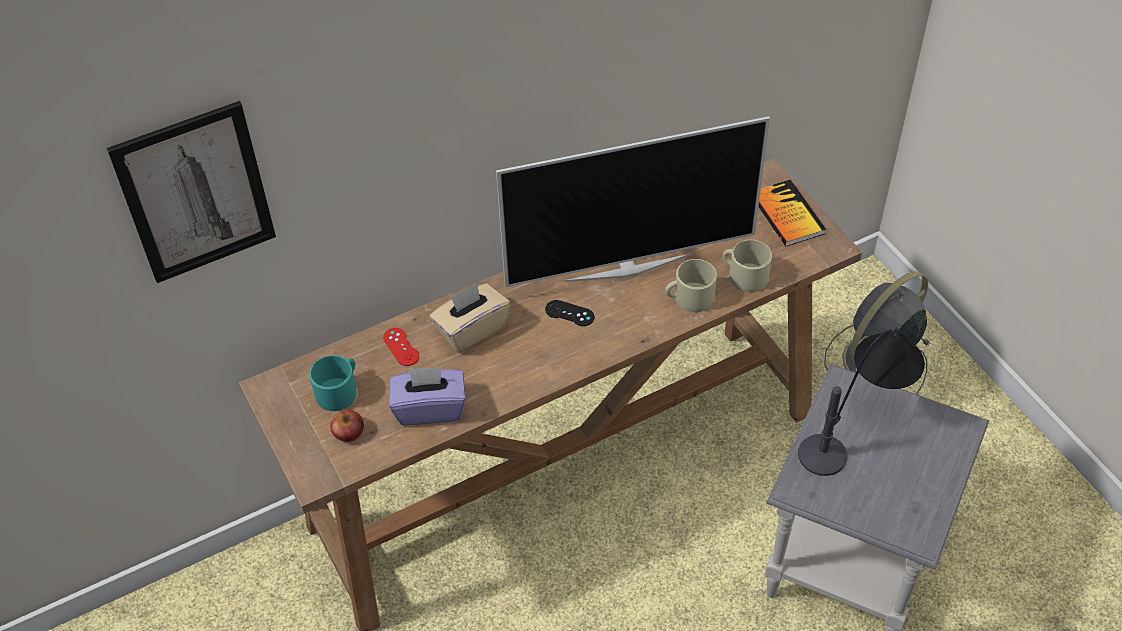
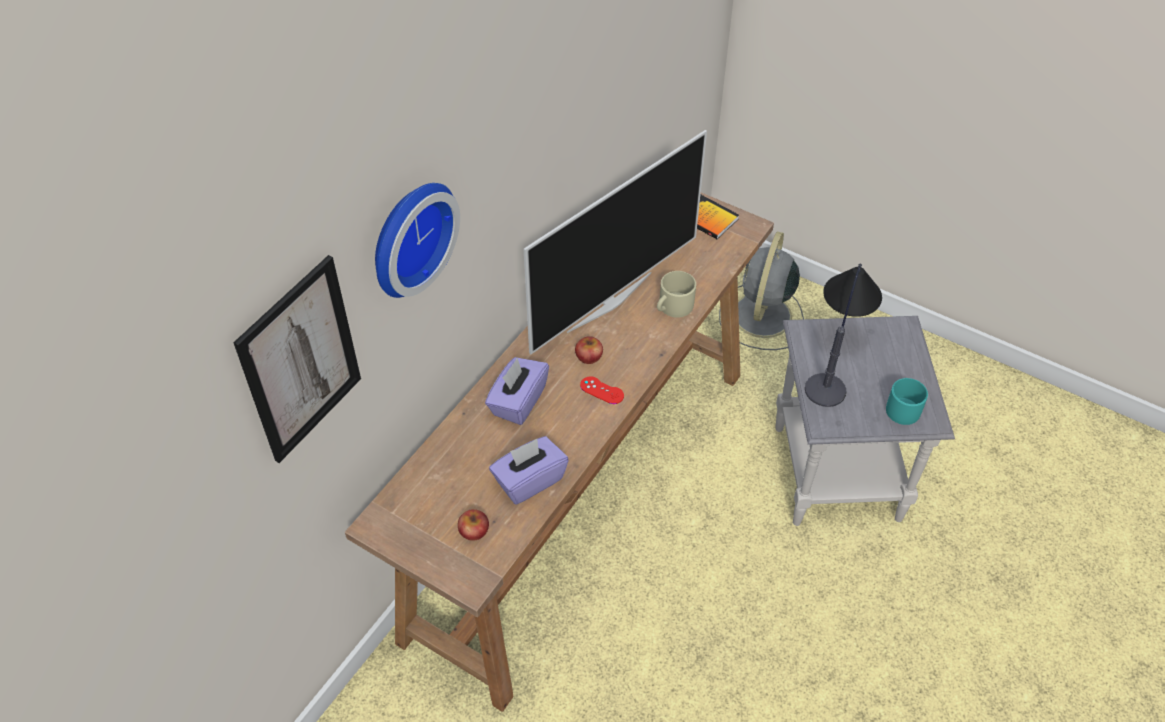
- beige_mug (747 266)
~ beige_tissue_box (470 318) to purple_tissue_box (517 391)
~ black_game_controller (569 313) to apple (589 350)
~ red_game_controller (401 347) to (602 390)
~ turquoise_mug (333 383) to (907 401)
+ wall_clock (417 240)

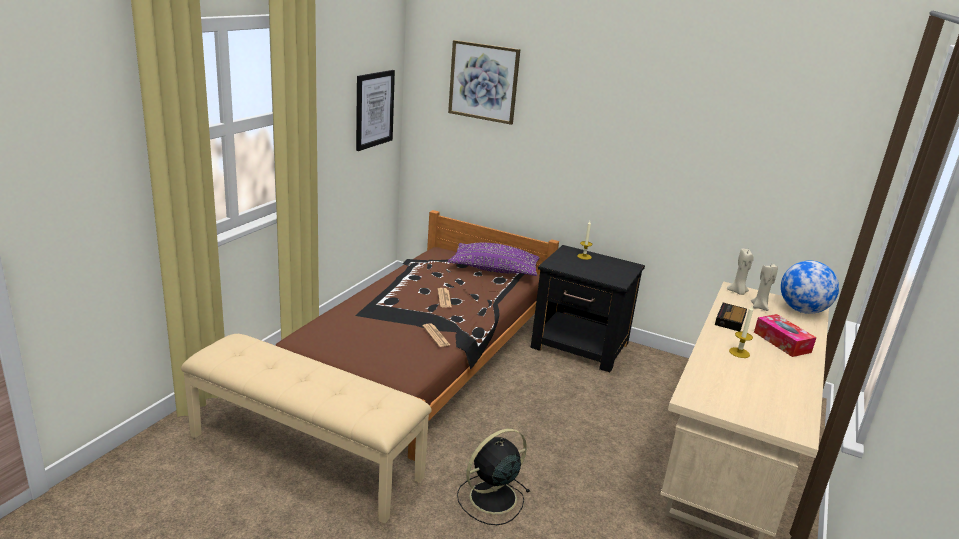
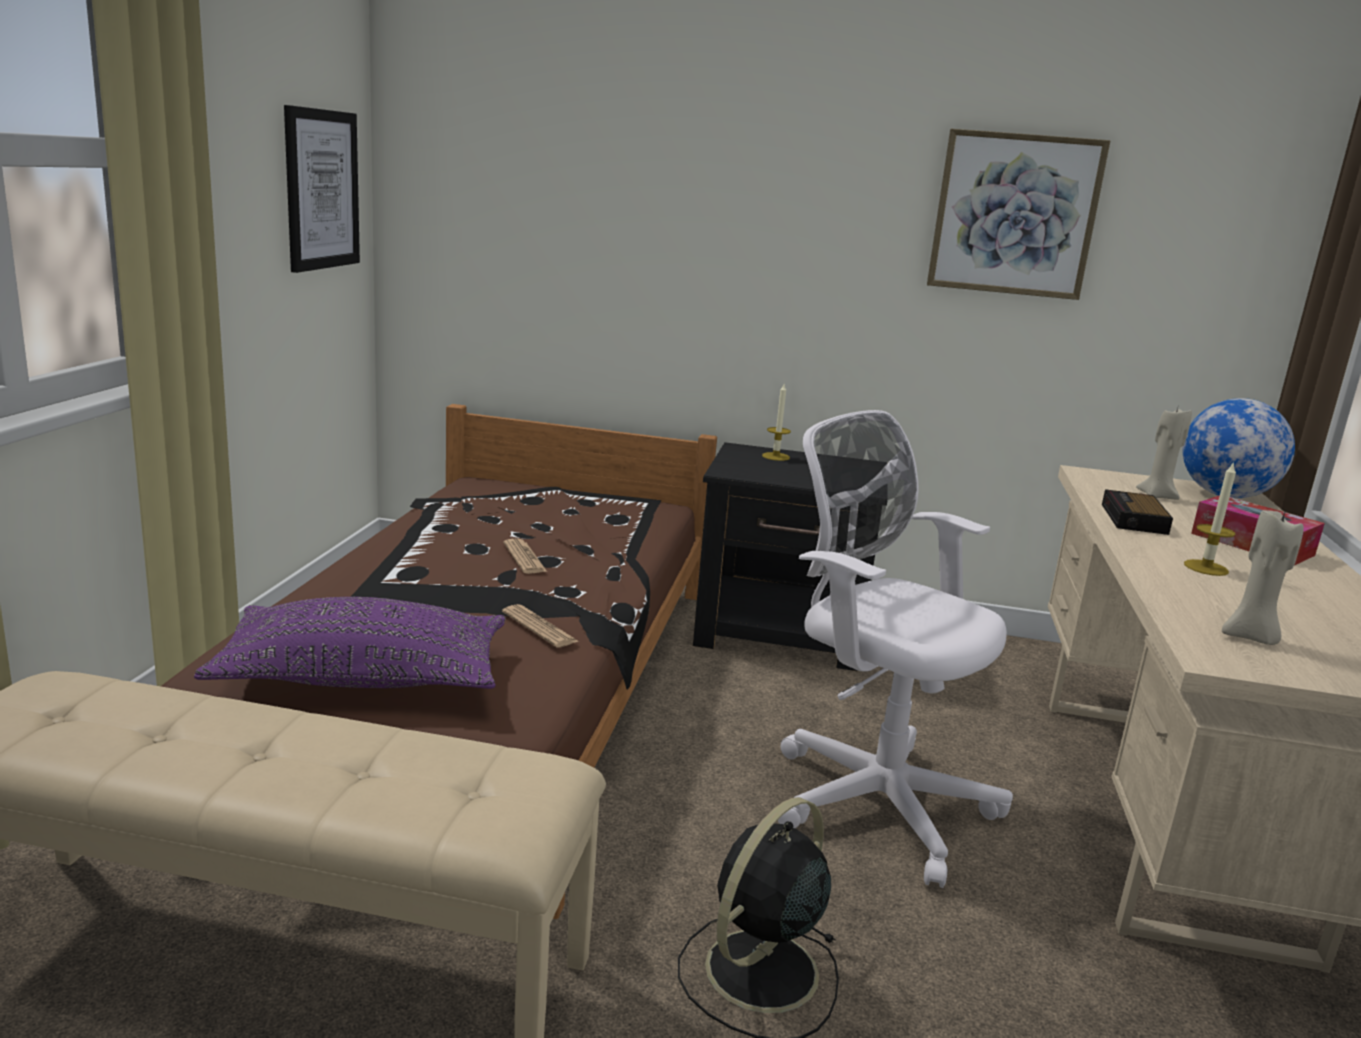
~ picture (484 82) to (1018 214)
~ purple_pillow (493 259) to (350 643)
~ beige_candle (740 272) to (1263 577)
+ white_office_chair (895 649)

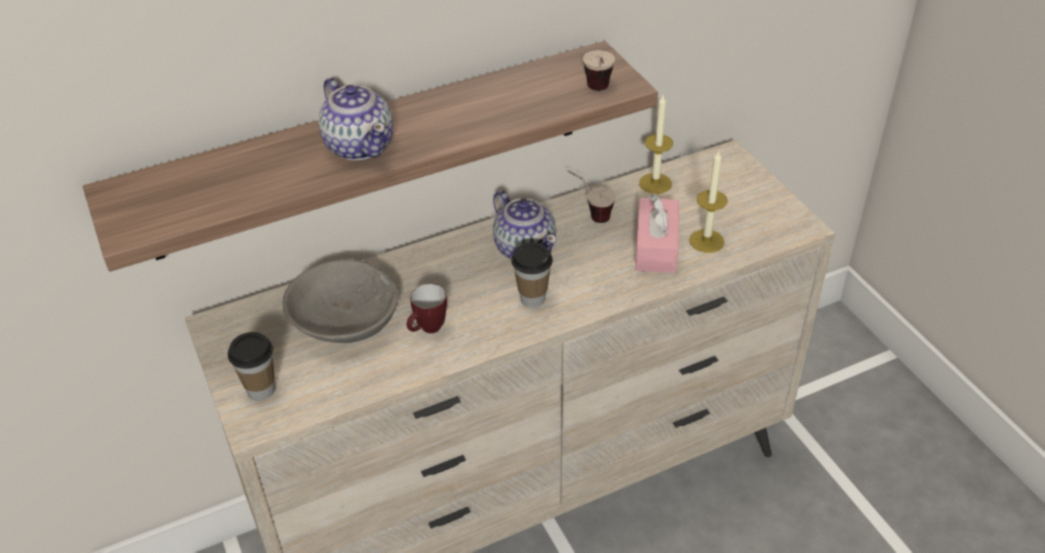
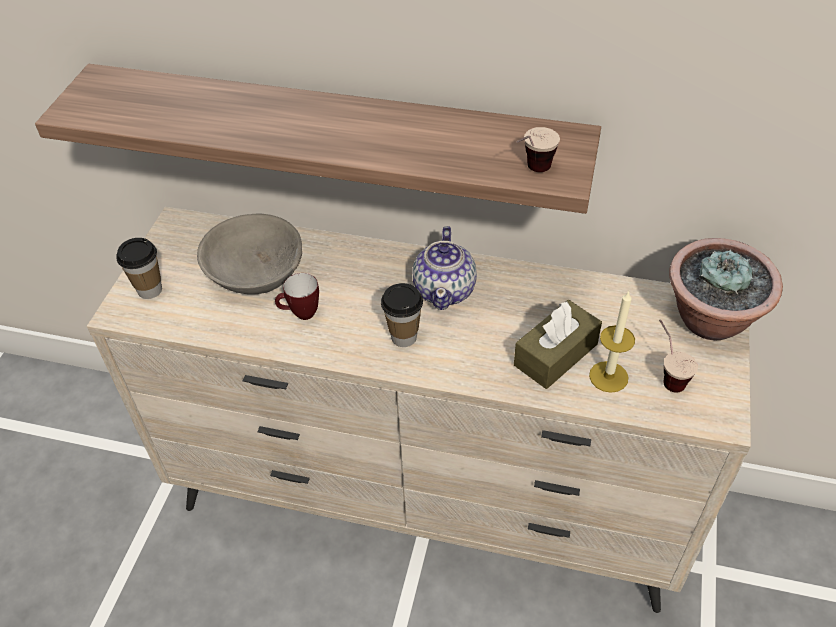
- teapot (355 118)
- candle (656 144)
~ cup (591 196) to (678 356)
~ pink_tissue_box (657 233) to brown_tissue_box (558 344)
+ potted_plant (726 289)

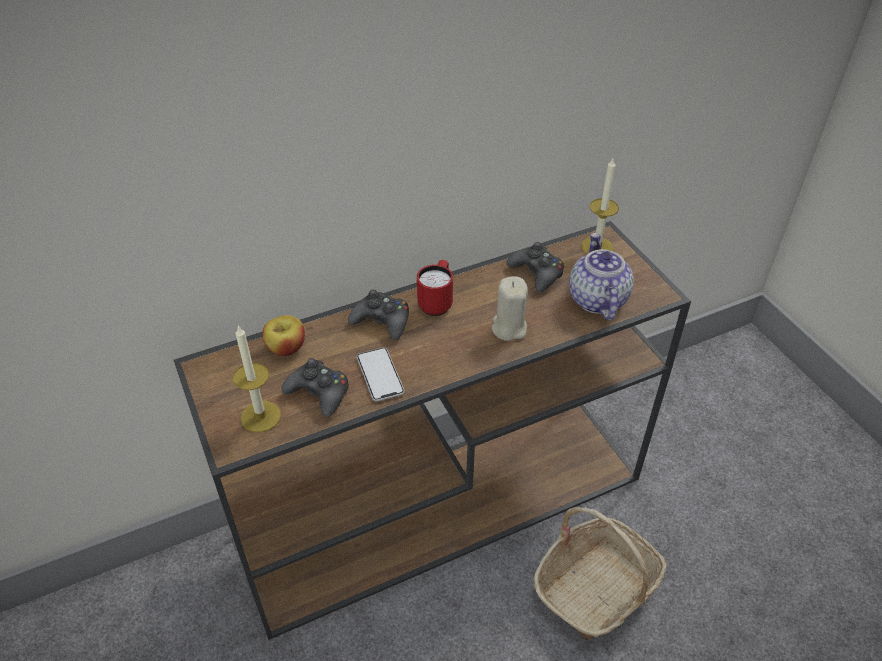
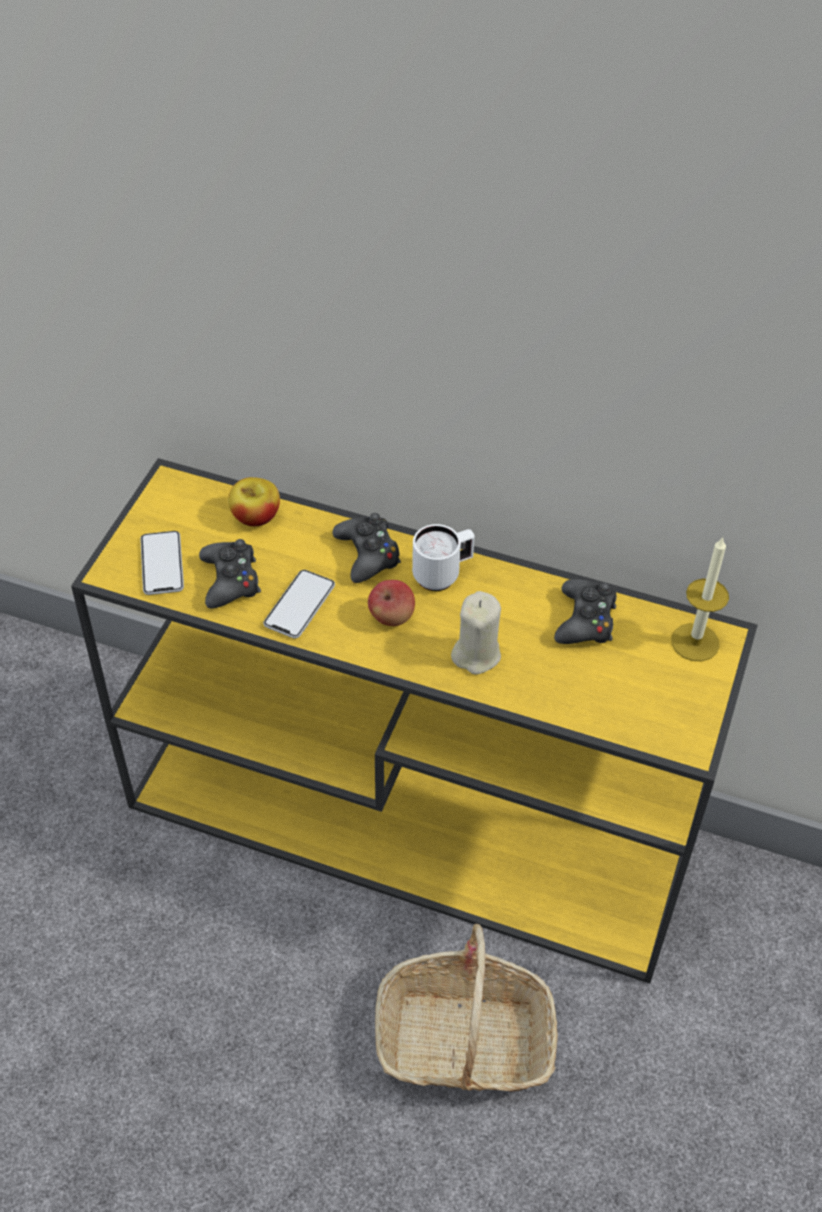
~ brown_console_table (432 430) to yellow_console_table (414 721)
- teapot (601 276)
~ red_mug (435 288) to white_mug (443 557)
~ candle (257 378) to phone (162 563)
+ apple (391 603)

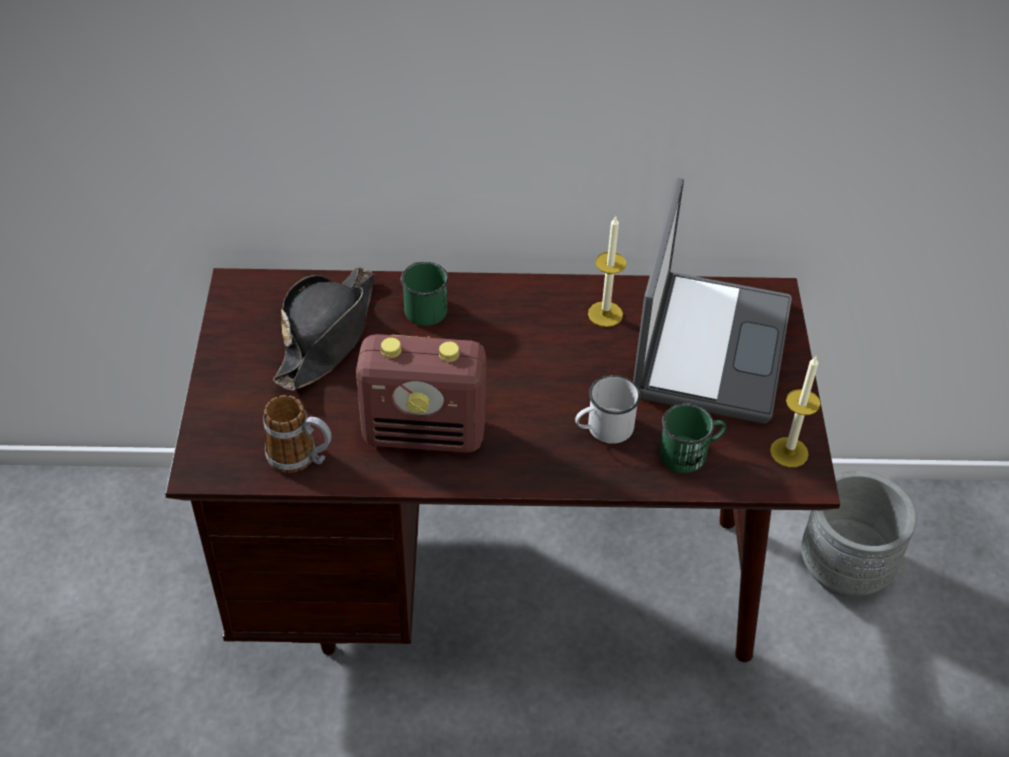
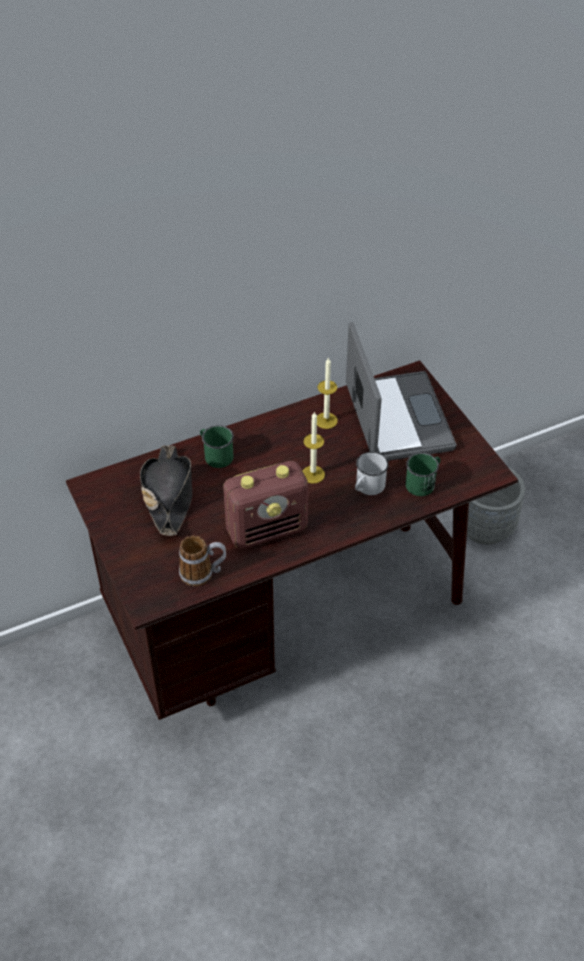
~ candle (795 411) to (313 447)

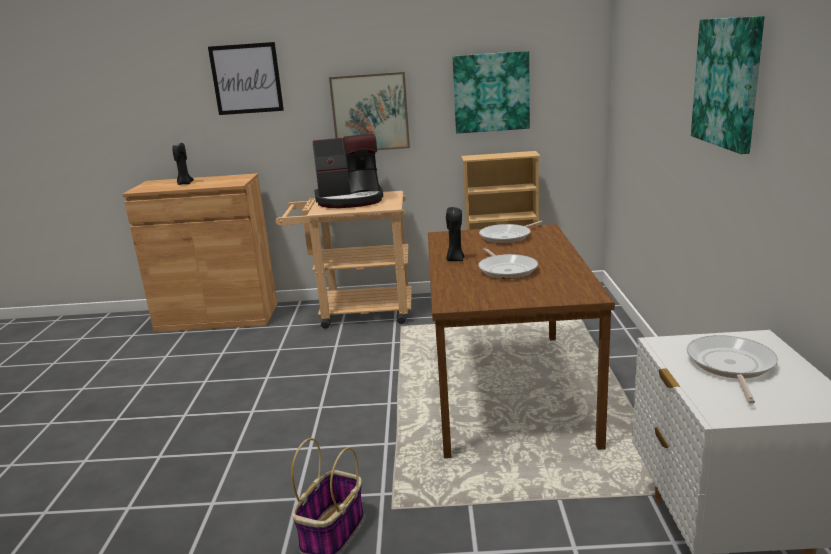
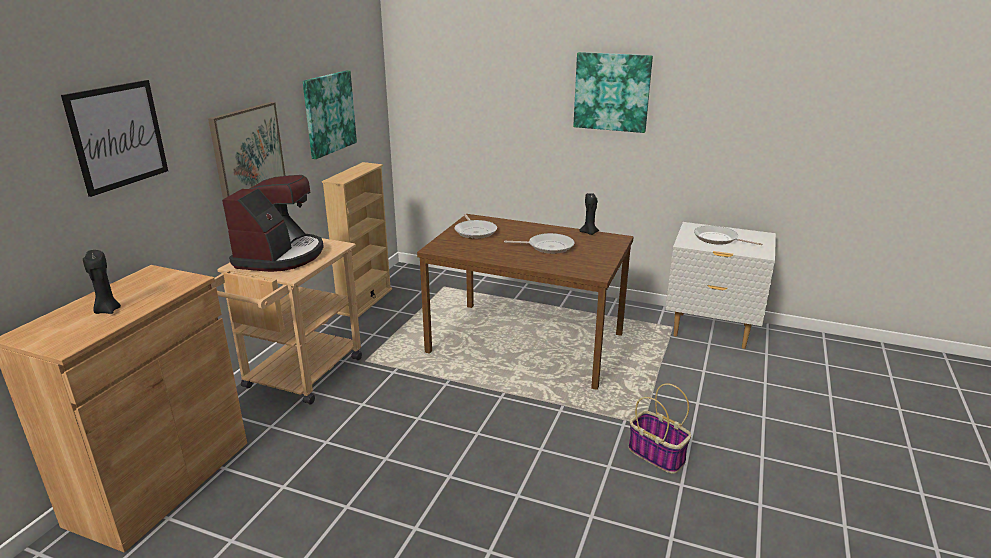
~ black_candle (455 234) to (589 214)

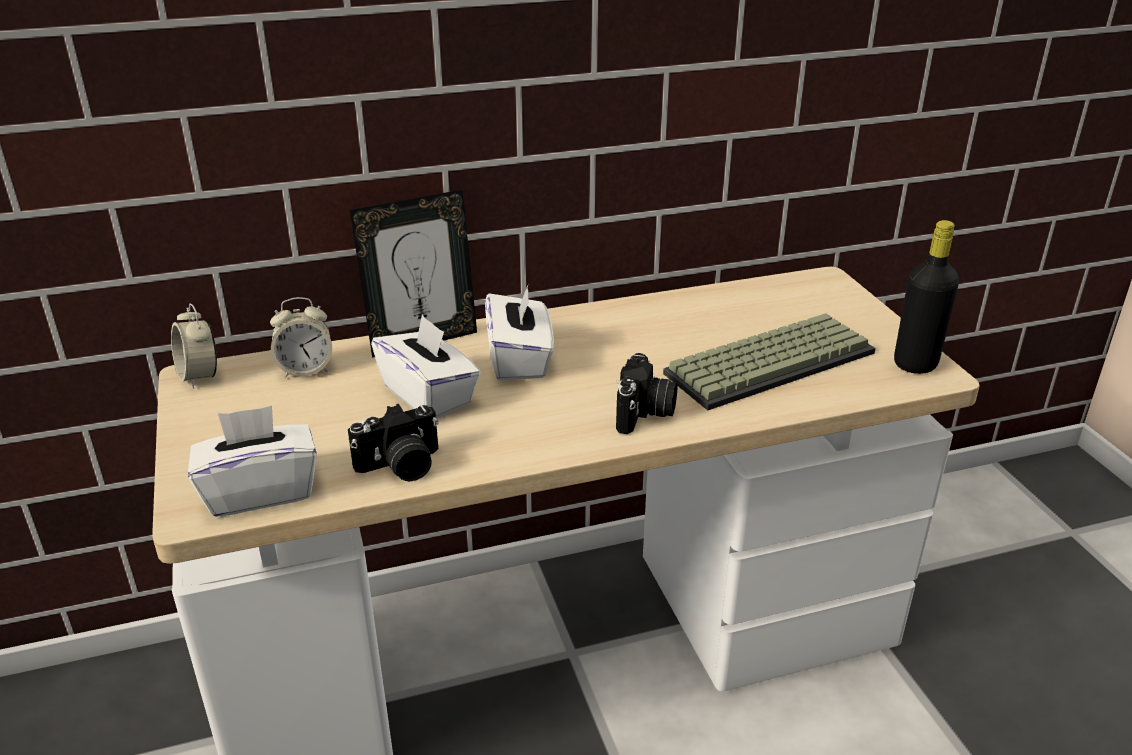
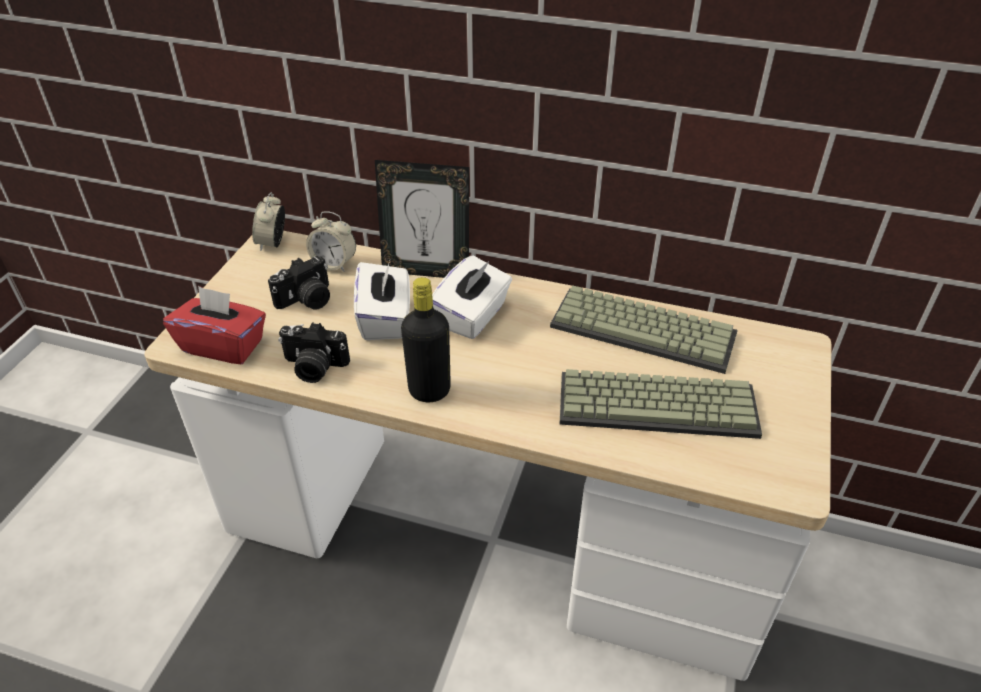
~ black_bottle (926 297) to (426 339)
~ photo_camera (646 393) to (299 283)
~ white_tissue_box (252 461) to red_tissue_box (214 325)
+ keyboard (644 329)

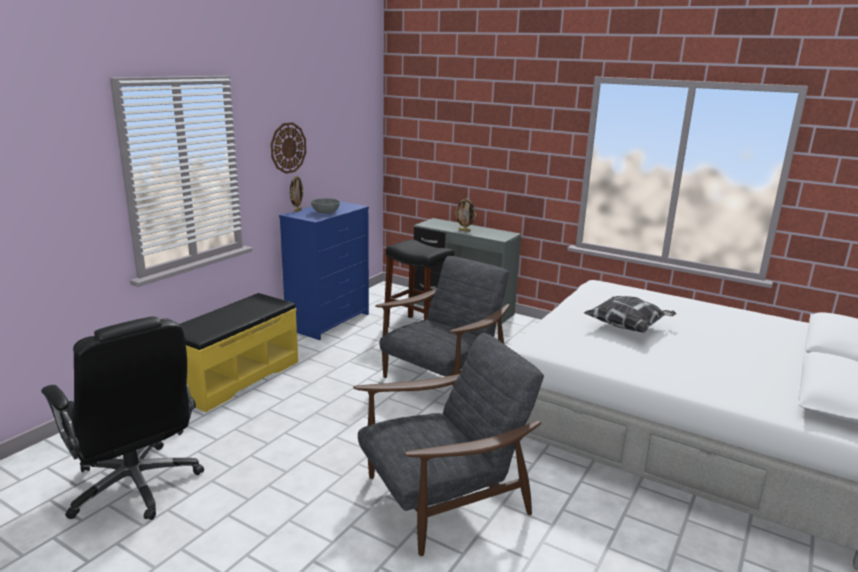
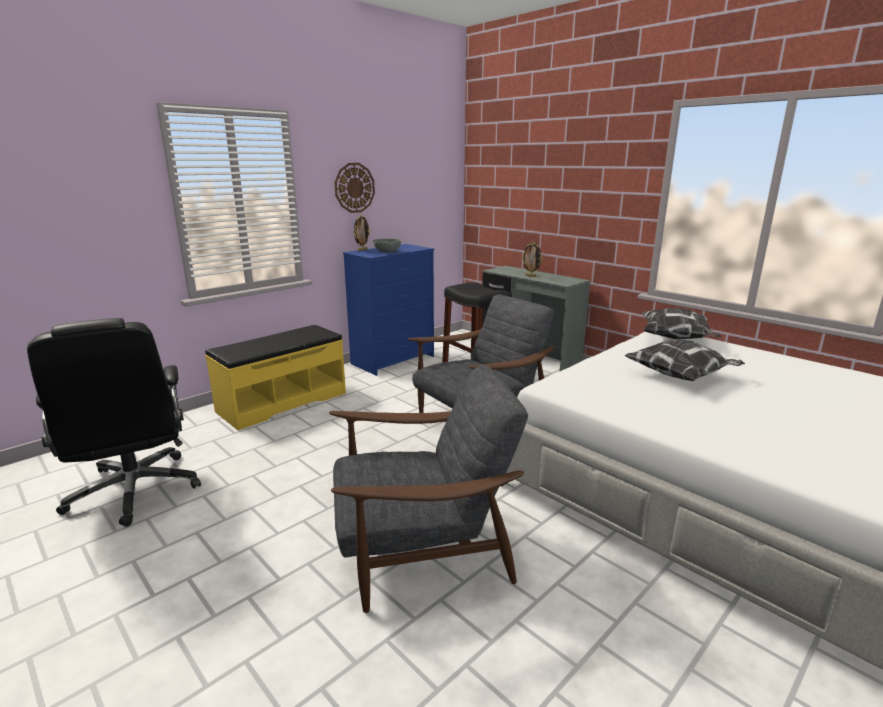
+ pillow (682 324)

